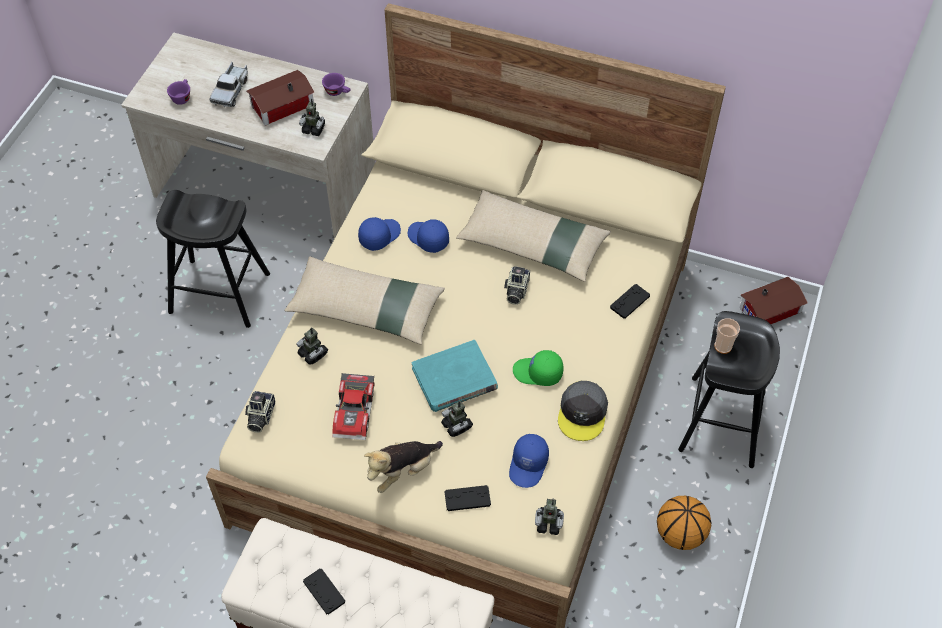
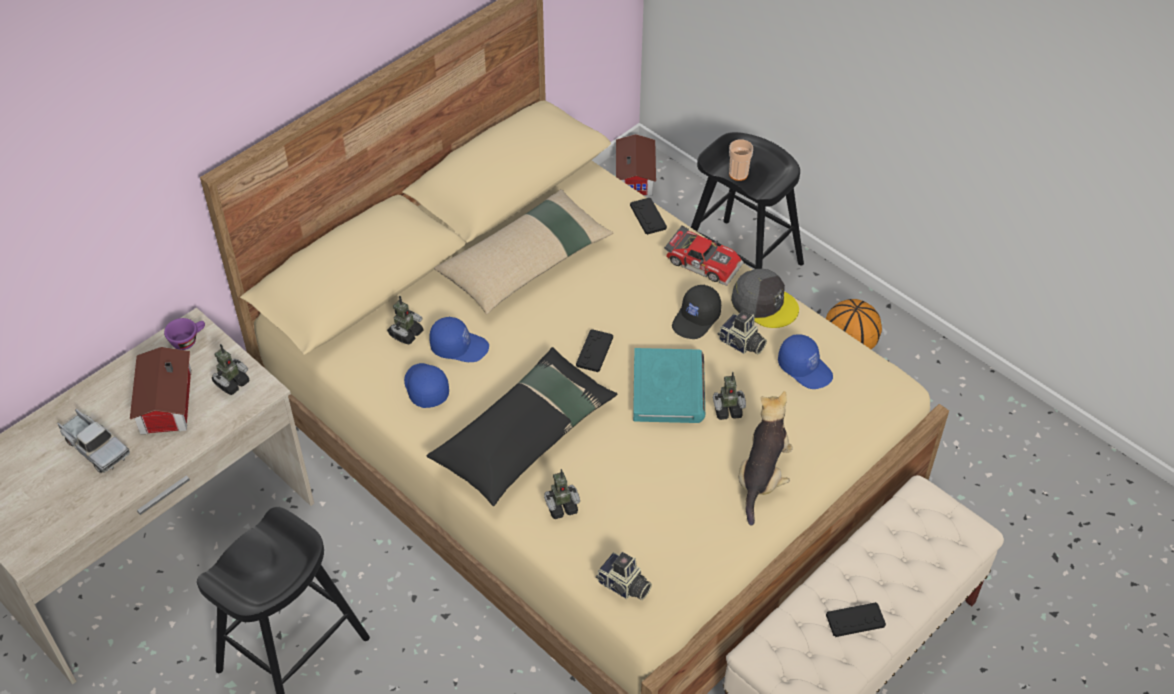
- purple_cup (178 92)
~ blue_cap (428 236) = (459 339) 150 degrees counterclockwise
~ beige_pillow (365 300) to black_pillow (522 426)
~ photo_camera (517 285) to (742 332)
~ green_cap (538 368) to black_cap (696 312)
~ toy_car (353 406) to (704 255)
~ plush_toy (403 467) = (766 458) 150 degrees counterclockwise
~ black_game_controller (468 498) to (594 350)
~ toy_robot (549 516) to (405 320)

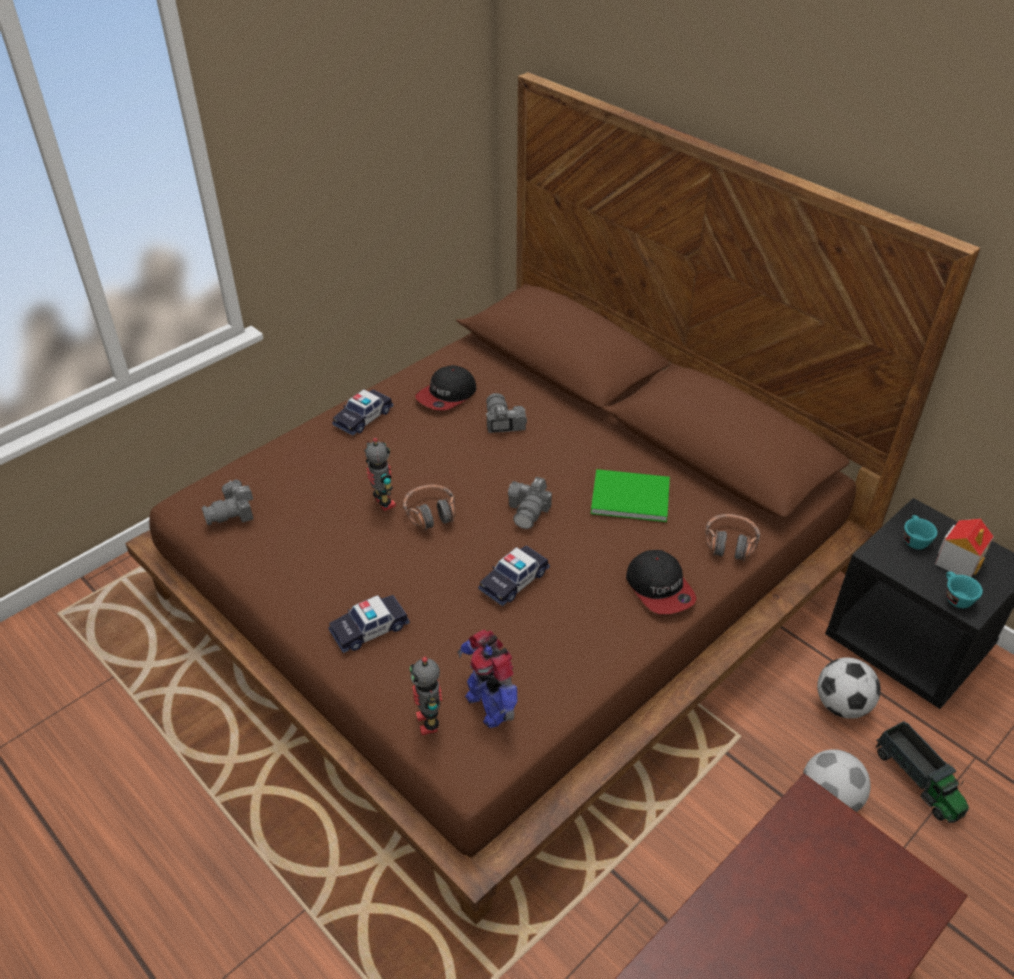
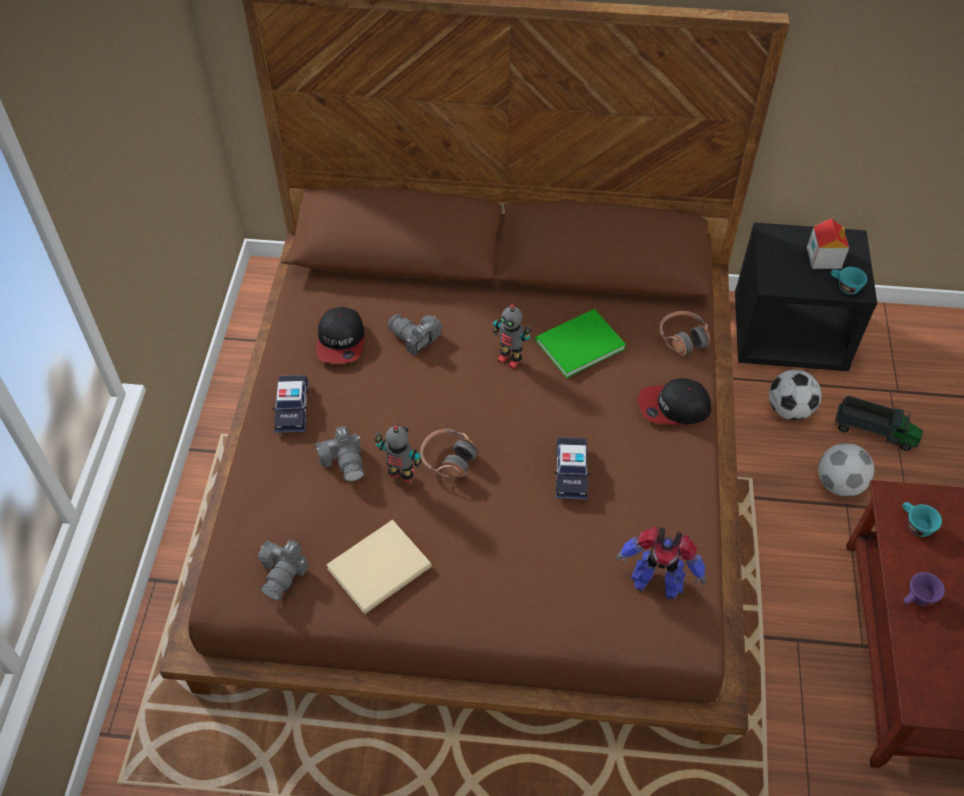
~ photo_camera (530 503) to (340 453)
~ turquoise_cup (921 532) to (922 519)
~ cap (661 582) = (674 401) 150 degrees clockwise
- toy_car (369 624)
~ toy_robot (426 696) to (511 336)
+ beige_book (379 567)
+ purple_cup (924 589)

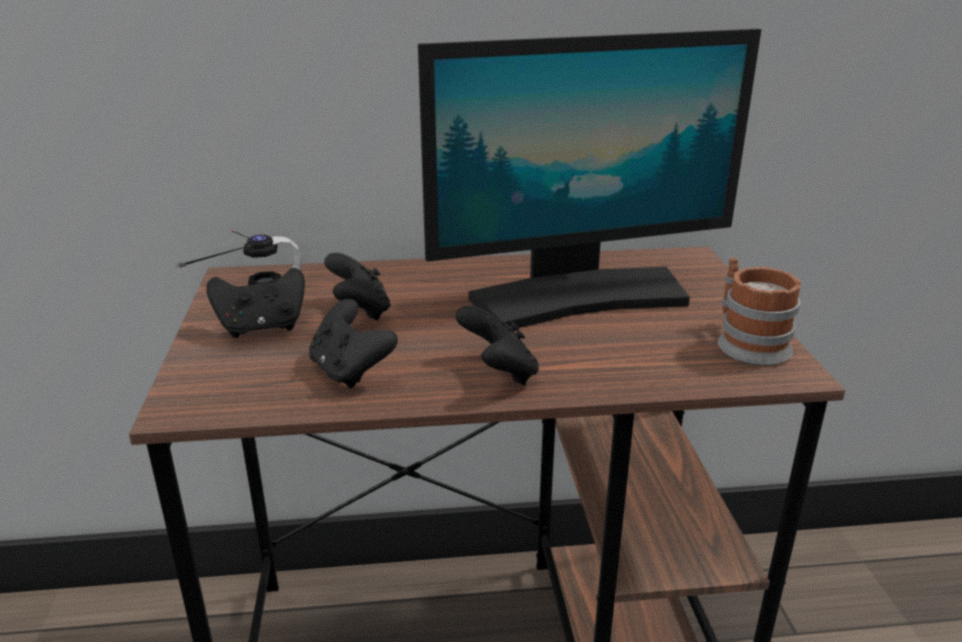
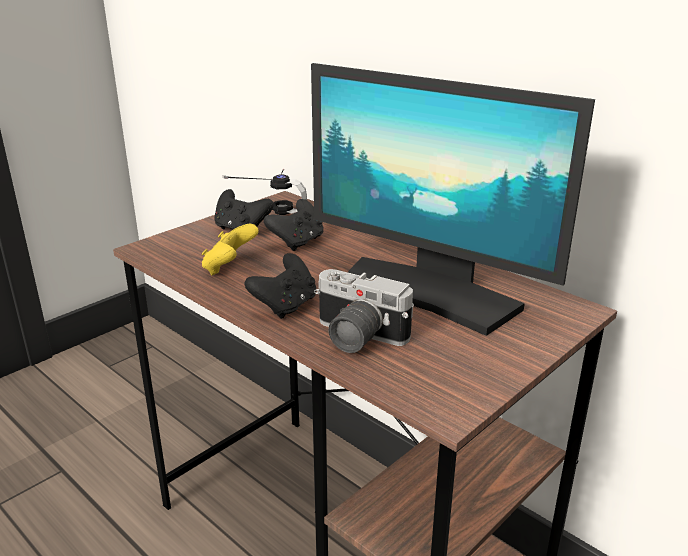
- mug (759 312)
~ black_game_controller (353 344) to yellow_game_controller (230 249)
+ photo_camera (364 311)

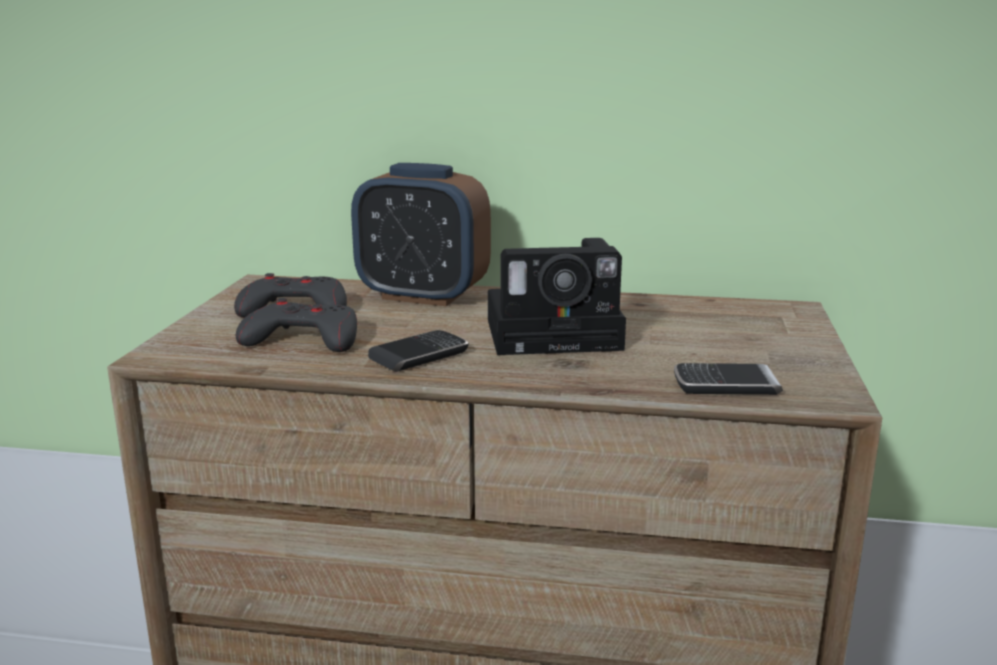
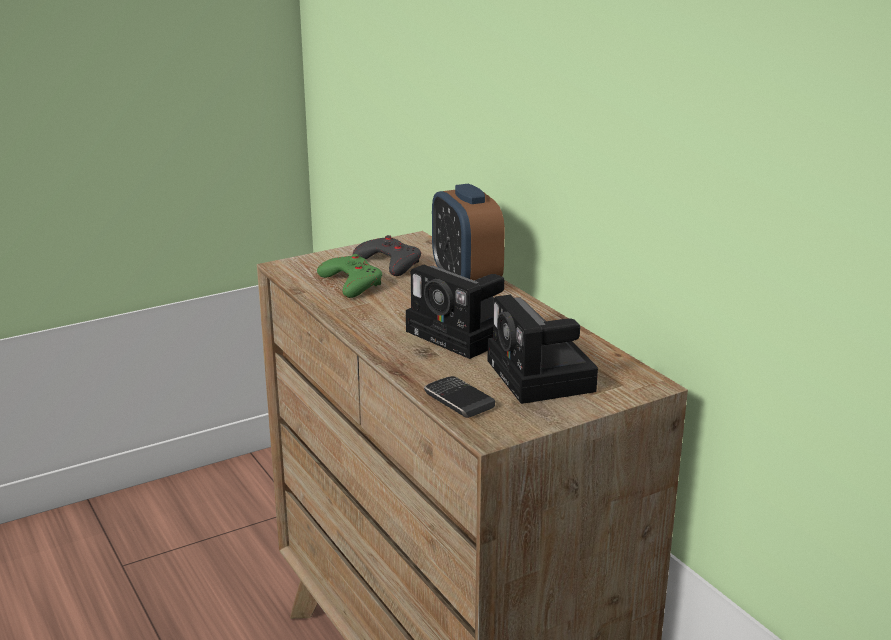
~ grey_game_controller (296 325) to green_game_controller (349 276)
- phone (418 351)
+ photo_camera (543 349)

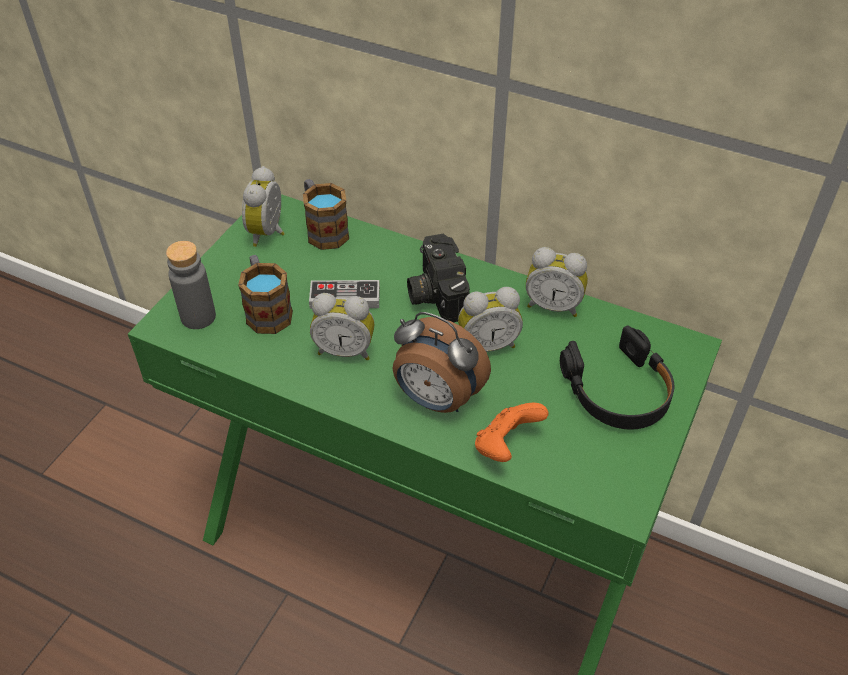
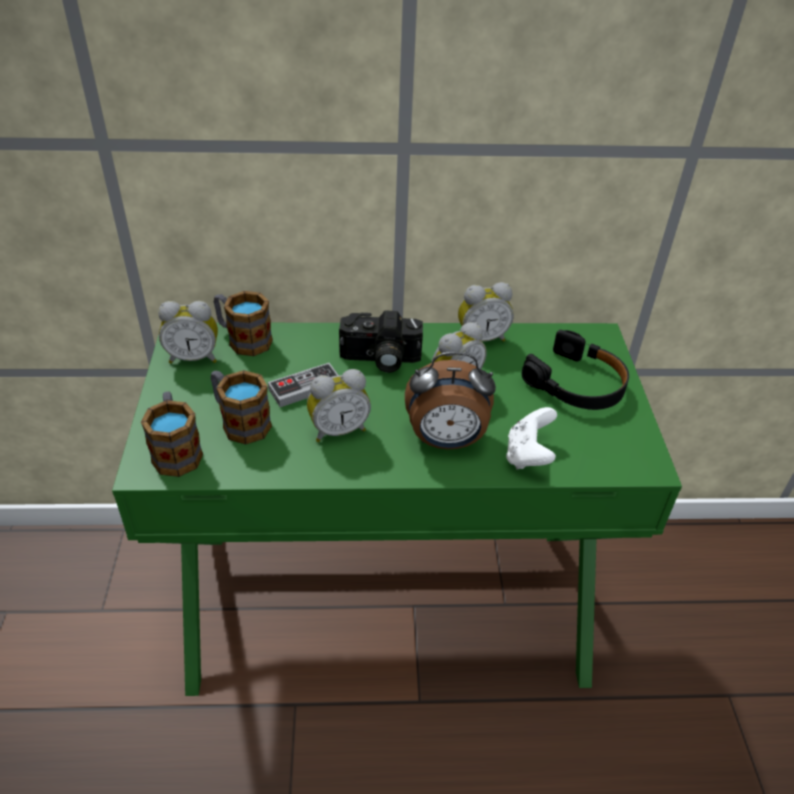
~ alarm_clock (263 206) = (188 332) 75 degrees counterclockwise
~ photo_camera (438 278) = (381 341) 45 degrees counterclockwise
~ grey_bottle (191 285) to mug (172 434)
~ orange_game_controller (512 432) to white_game_controller (531 438)

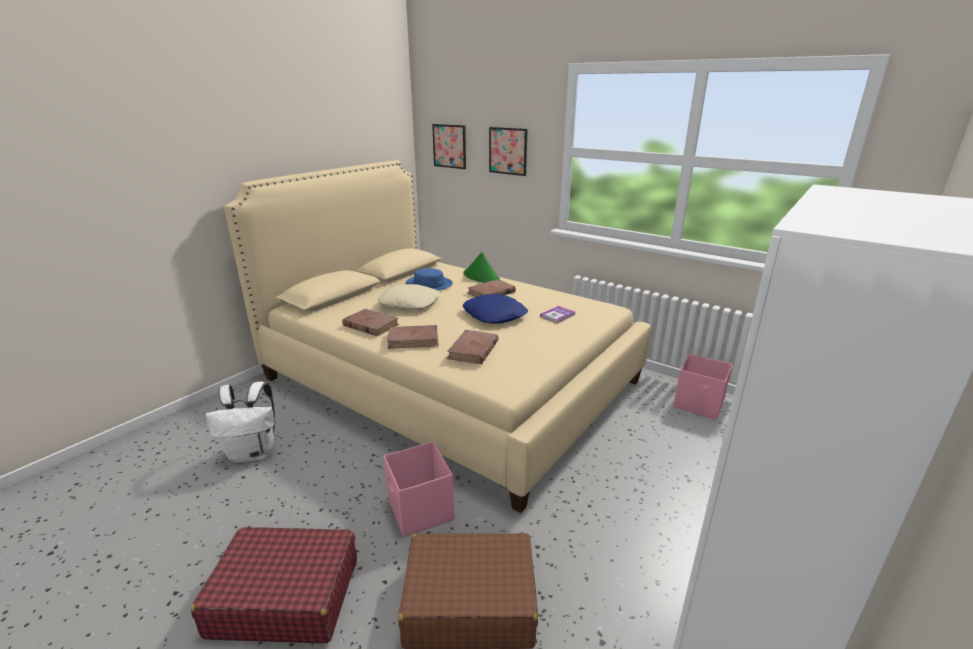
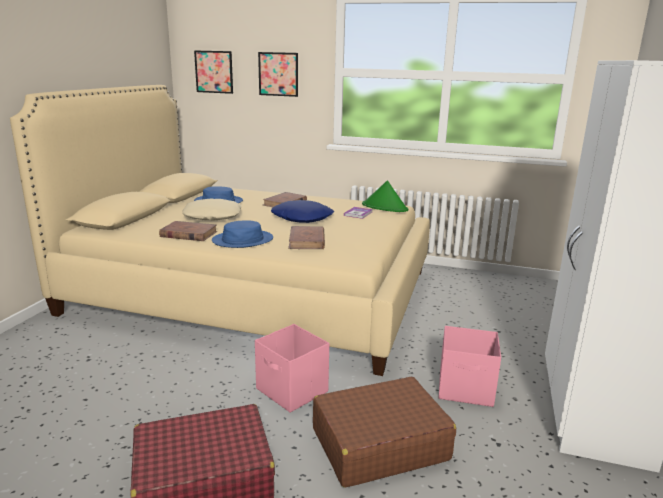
~ green_hat (481 267) to (385 196)
~ brown_book (413 337) to blue_hat (242 234)
~ pink_storage_box (702 387) to (470 366)
- white_backpack (240 422)

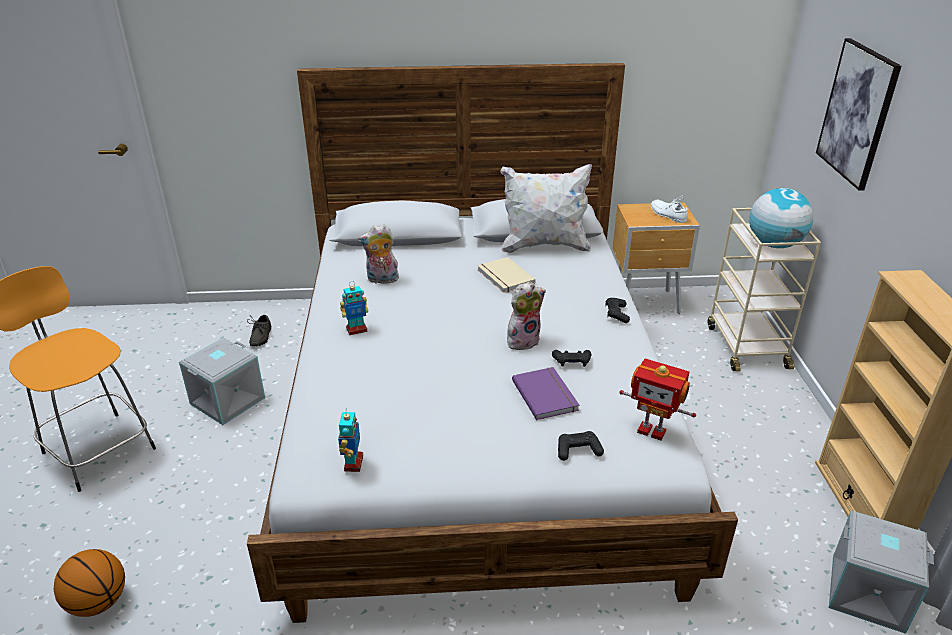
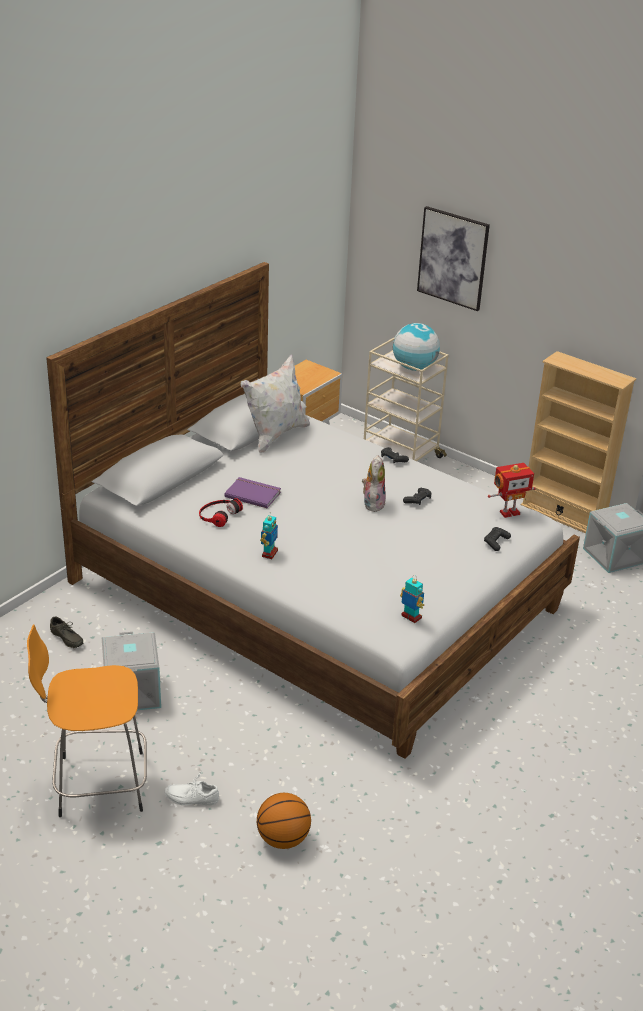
~ white_shoe (669 209) to (192 788)
~ plush_toy (379 254) to headphones (221 512)
- beige_book (506 275)
~ purple_book (546 393) to (252 492)

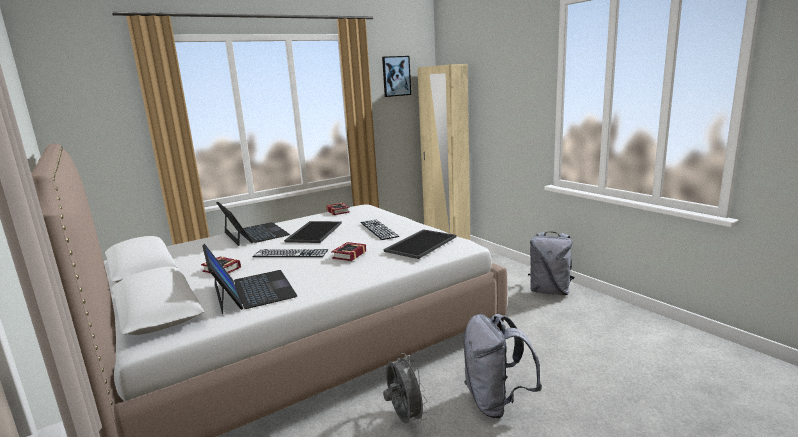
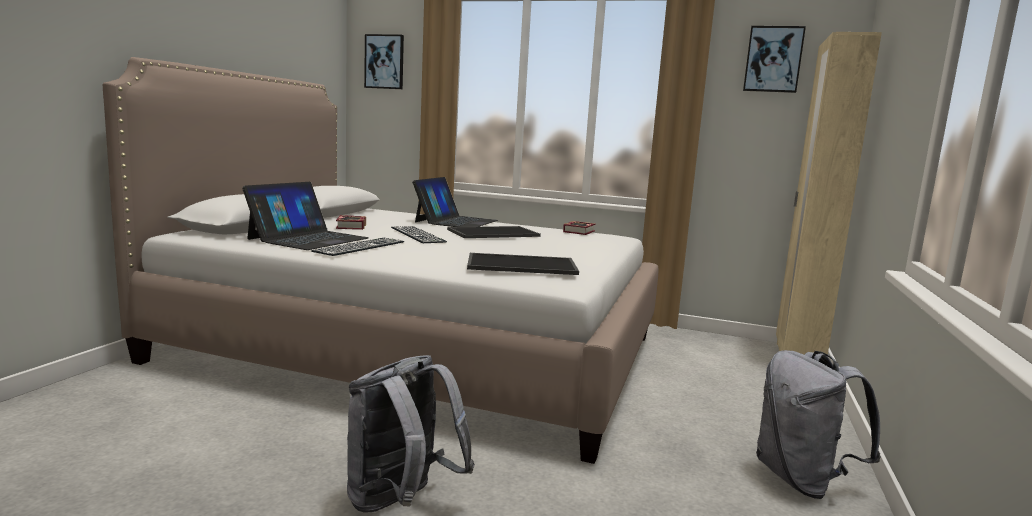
~ keyboard (379 229) to (357 247)
- book (348 251)
- grey_fan (405 388)
+ picture (384 61)

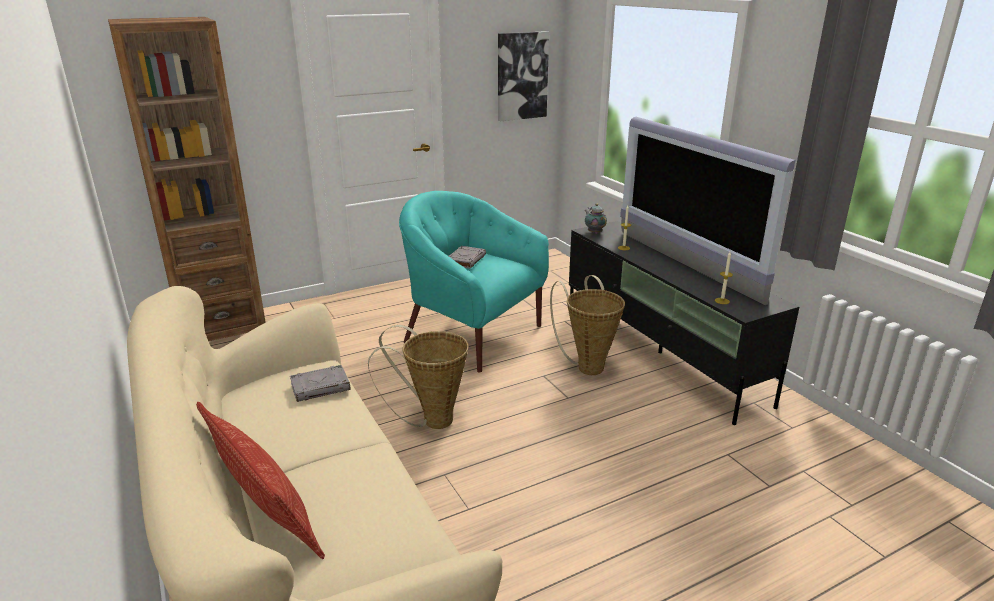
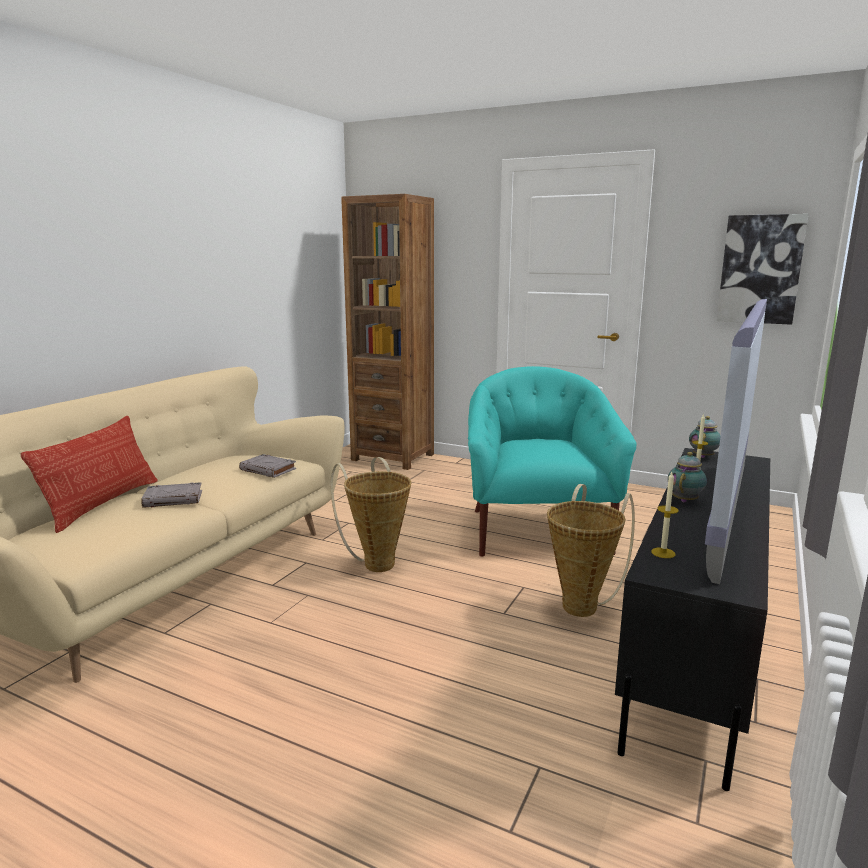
~ grey_book (467 257) to (171 495)
+ teapot (687 477)

